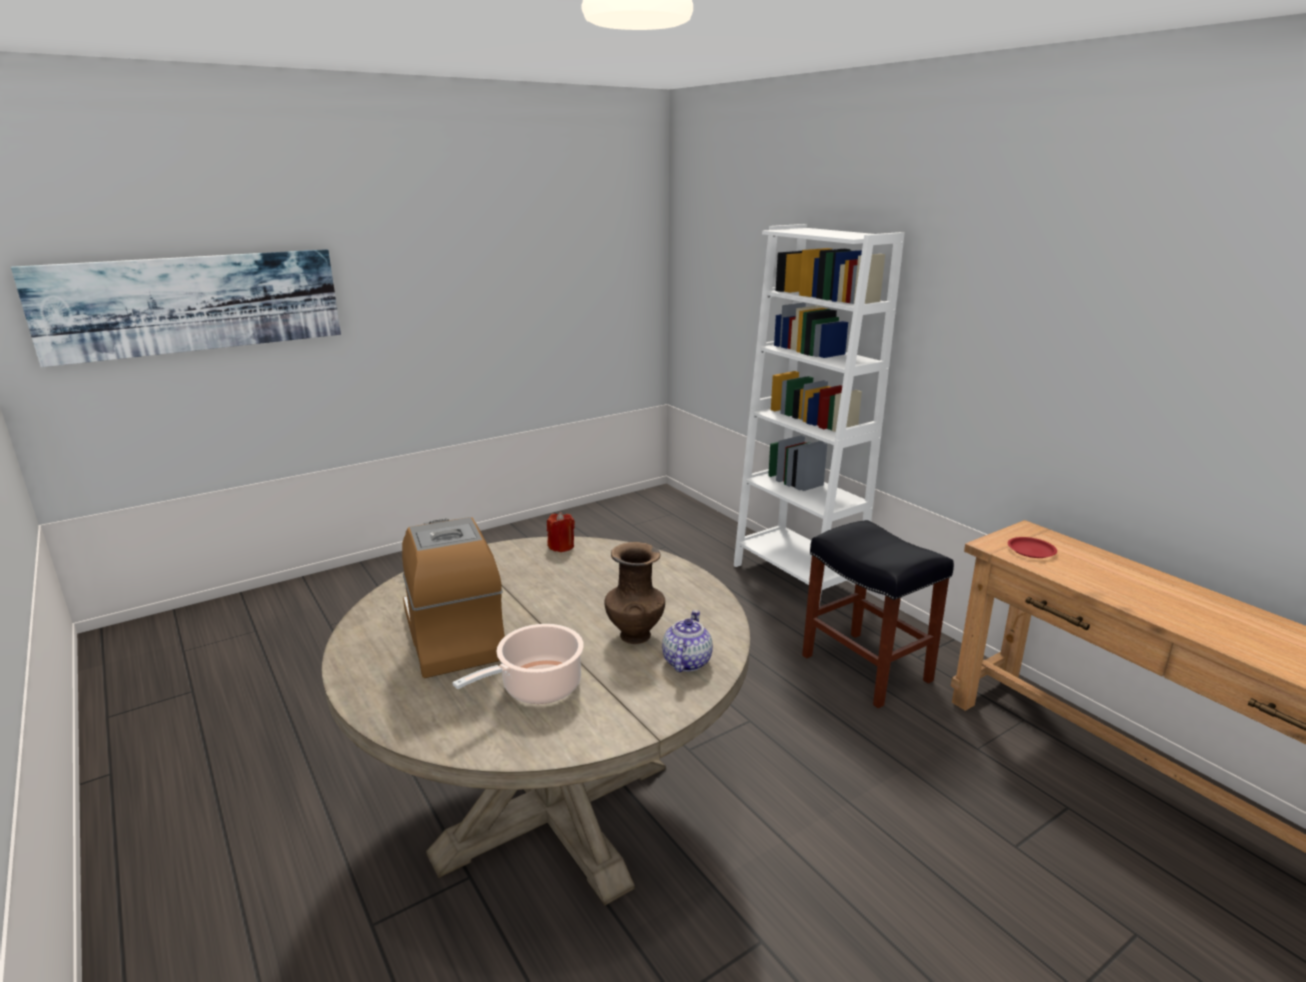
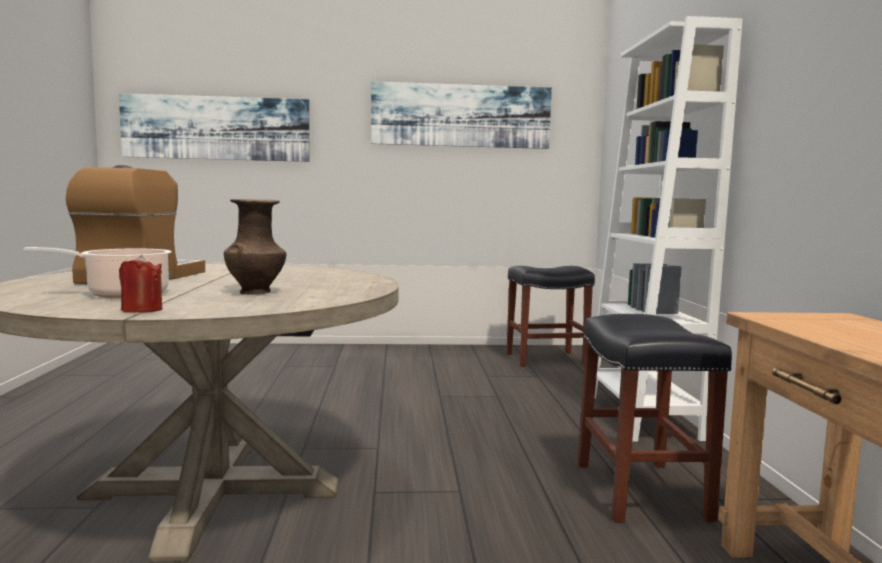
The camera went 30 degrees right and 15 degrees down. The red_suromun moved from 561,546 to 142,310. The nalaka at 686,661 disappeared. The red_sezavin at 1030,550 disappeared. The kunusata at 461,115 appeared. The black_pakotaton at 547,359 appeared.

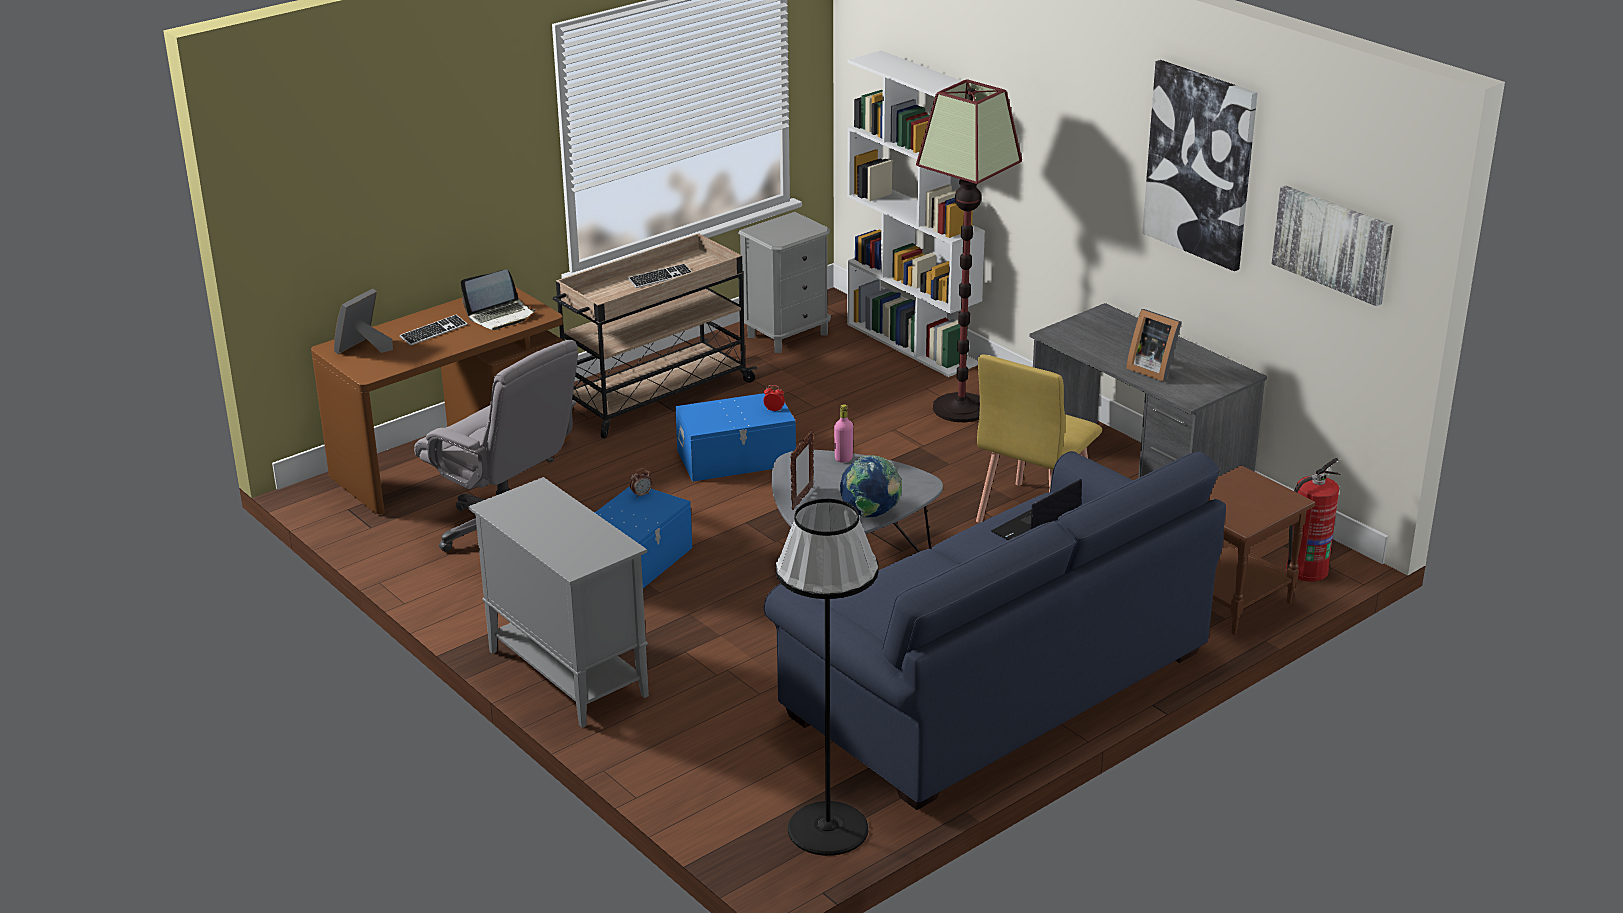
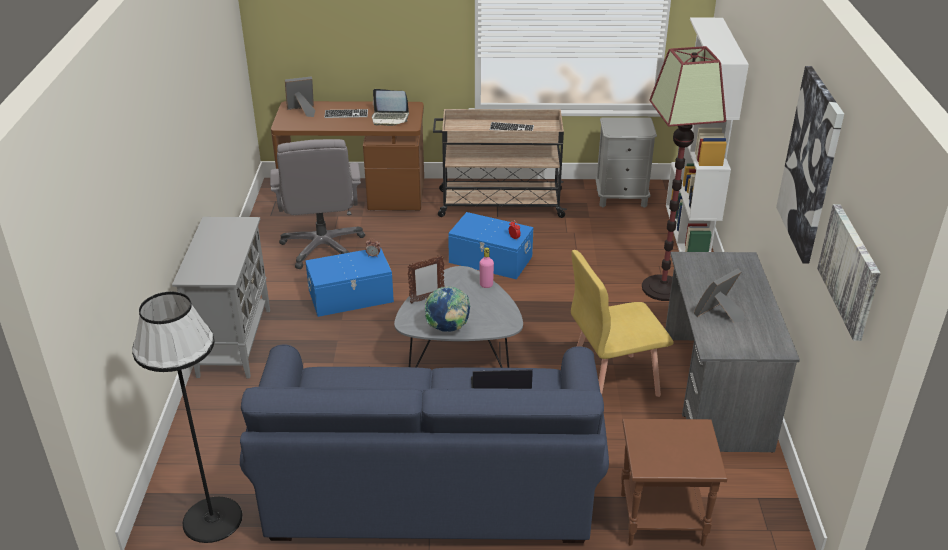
The camera went 40 degrees right and 5 degrees up. The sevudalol at 1153,369 turned 60 degrees clockwise. The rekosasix at 1305,570 disappeared.

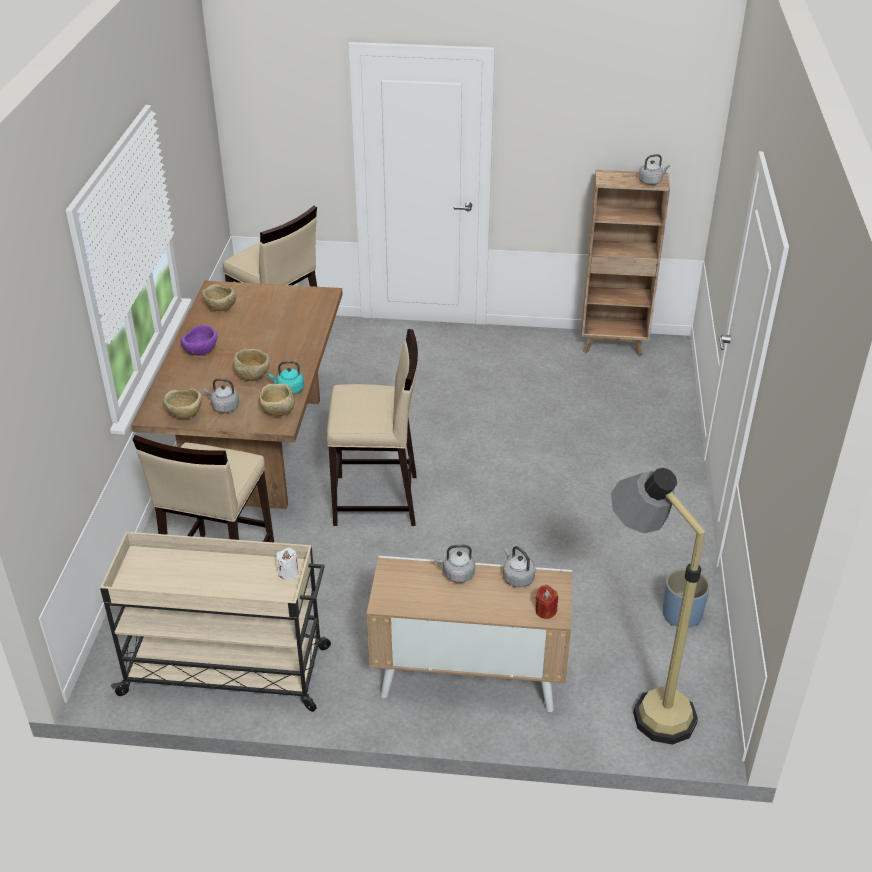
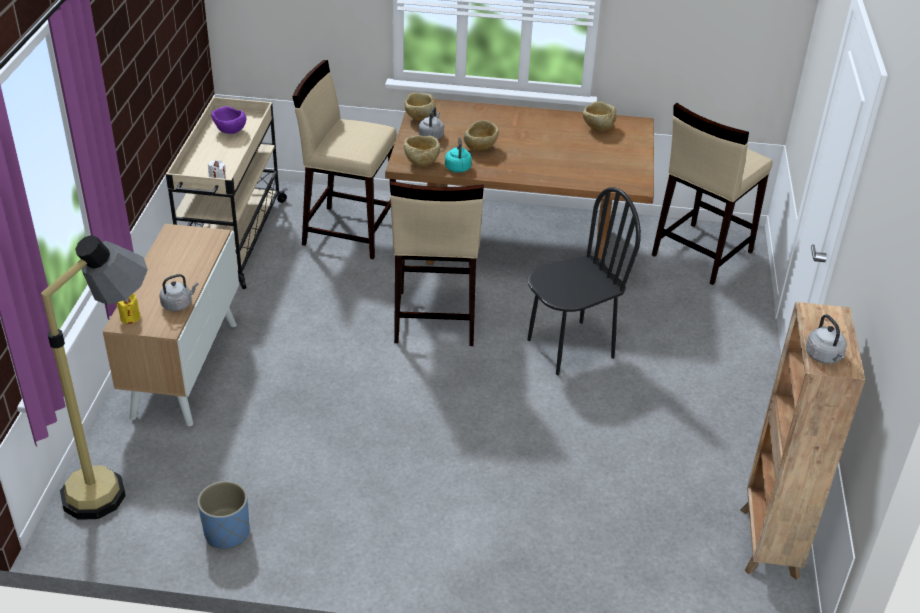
The camera went 90 degrees right and 0 degrees up. The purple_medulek moved from 201,353 to 230,132. The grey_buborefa at 456,574 disappeared. The red_suromun at 545,611 became the yellow_suromun at 130,318. The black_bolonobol at 570,348 appeared.

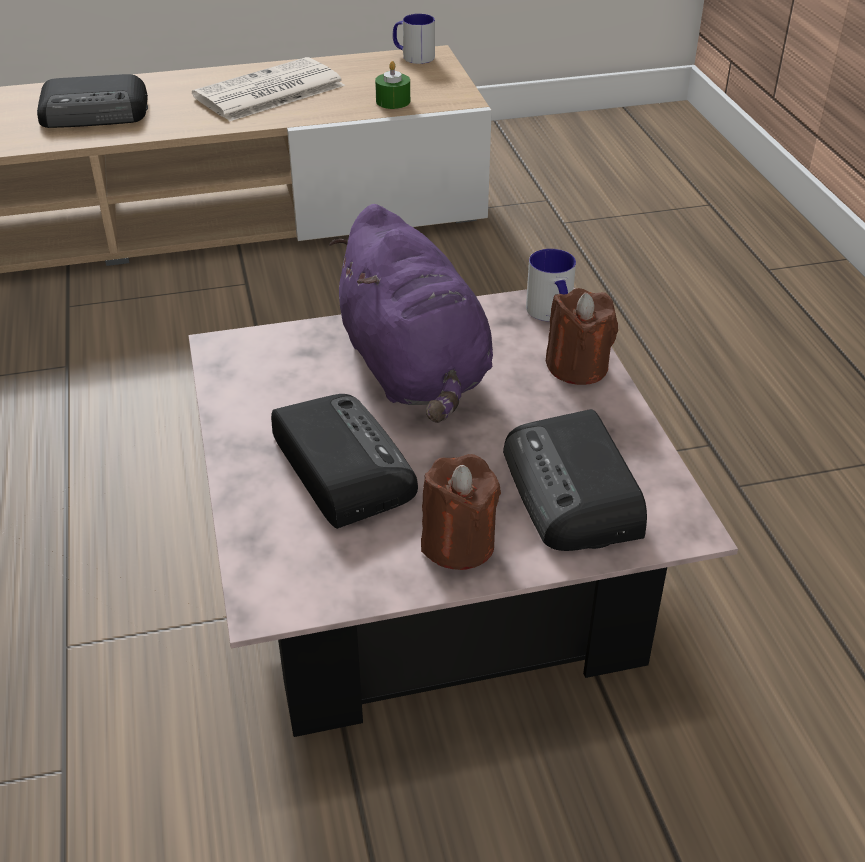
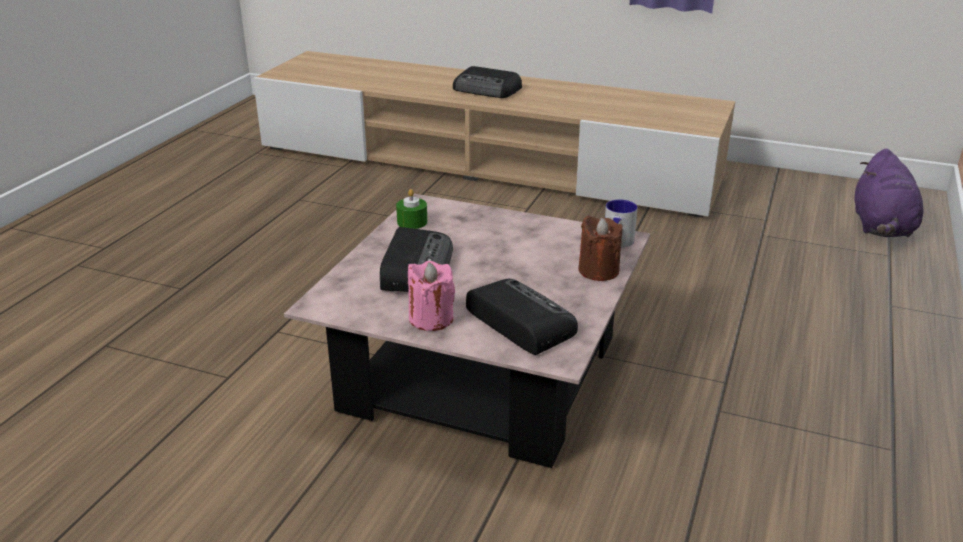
The camera went 35 degrees right and 10 degrees down. The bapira at 268,92 disappeared. The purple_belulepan moved from 415,371 to 881,227. The green_suromun moved from 393,101 to 412,222. The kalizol at 413,56 disappeared. The brown_suromun at 458,544 became the pink_suromun at 431,319. The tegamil at 574,493 turned 120 degrees clockwise.

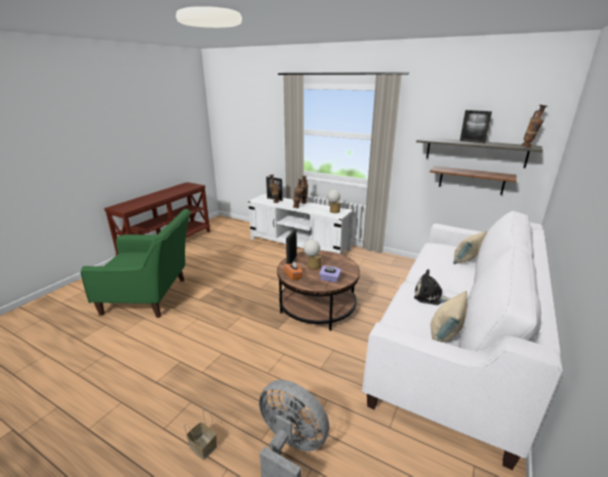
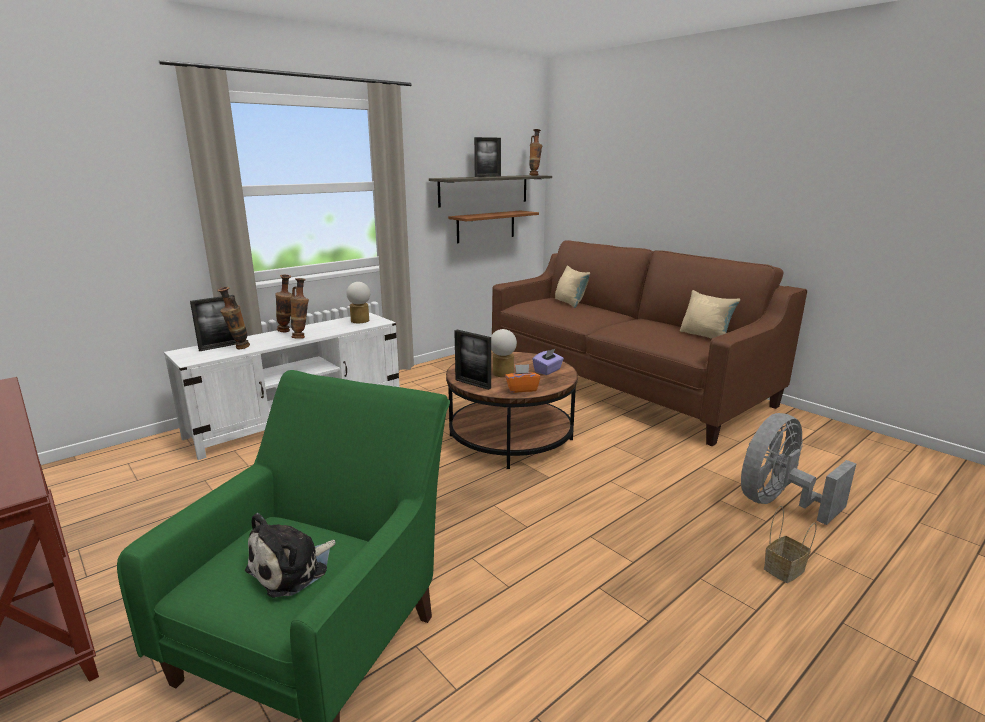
The camera went 70 degrees left and 5 degrees down. The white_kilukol at 454,343 became the brown_kilukol at 624,383. The belulepan moved from 430,297 to 292,569.

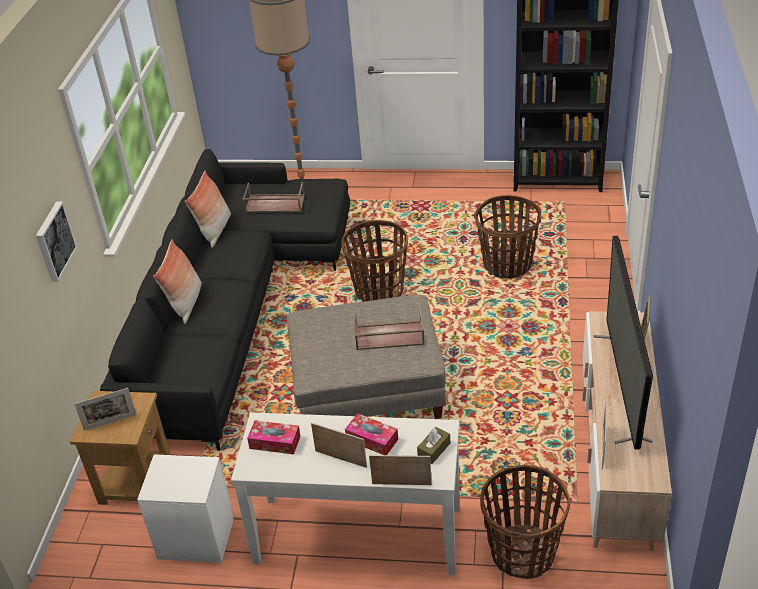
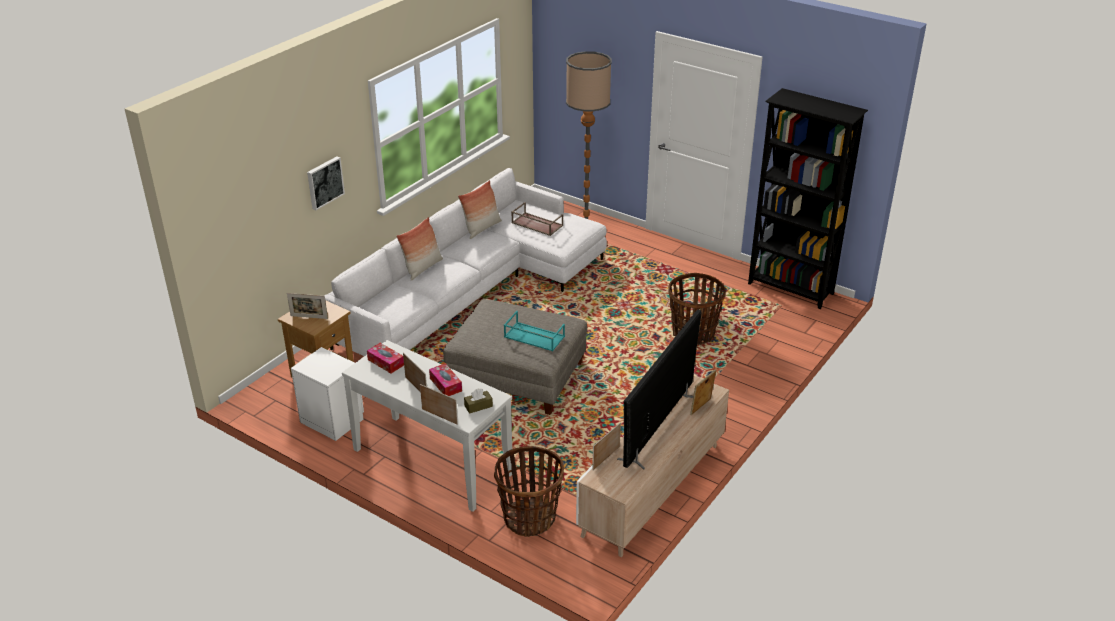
The camera went 25 degrees right and 5 degrees down. The black_kilukol at 235,306 became the white_kilukol at 473,290. The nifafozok at 378,290 disappeared. The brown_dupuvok at 388,336 became the turquoise_dupuvok at 533,337.

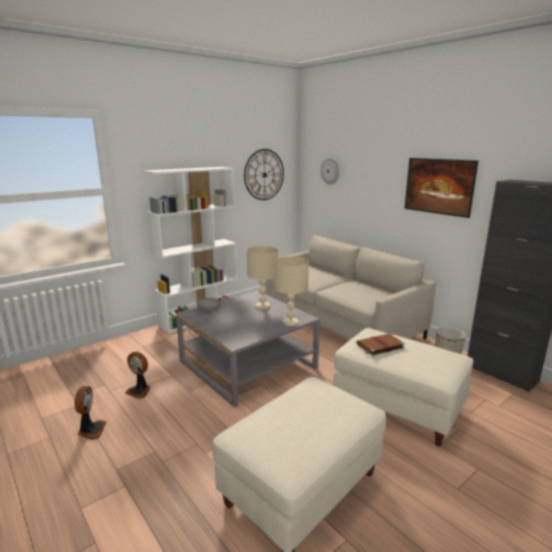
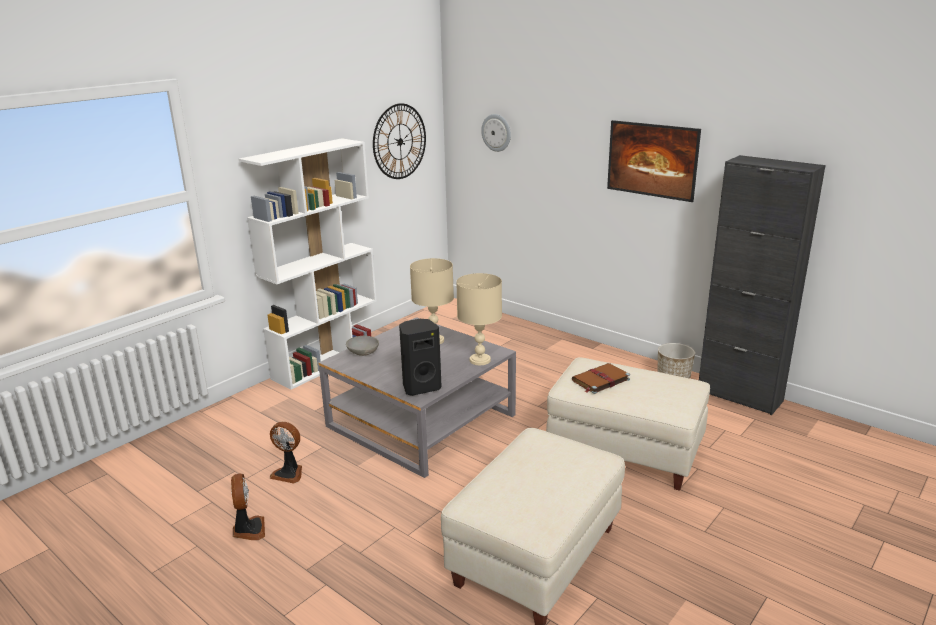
The camera went 10 degrees left and 5 degrees up. The beige_kilukol at 340,324 disappeared. The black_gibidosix at 420,387 appeared.

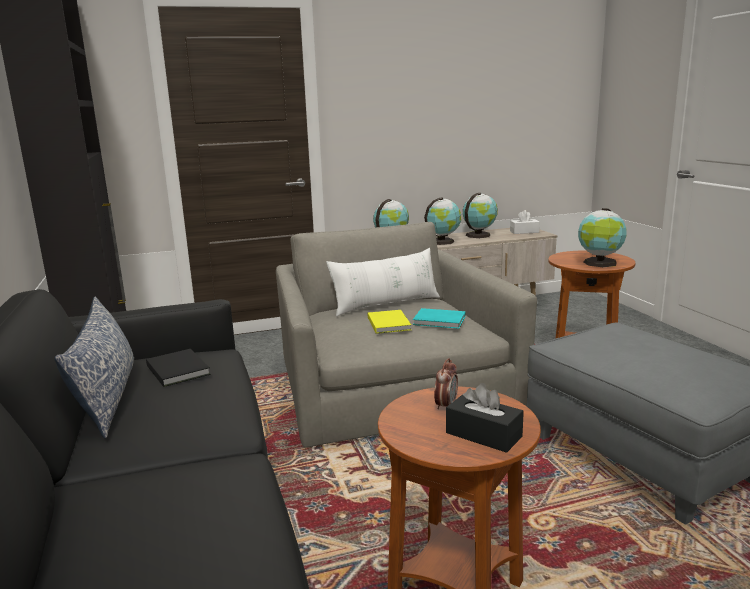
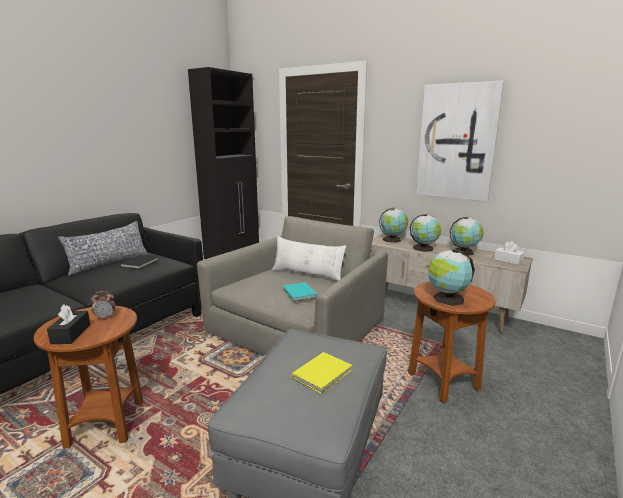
The camera went 50 degrees right and 0 degrees up. The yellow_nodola moved from 389,323 to 324,374. The kunusata at 457,142 appeared.

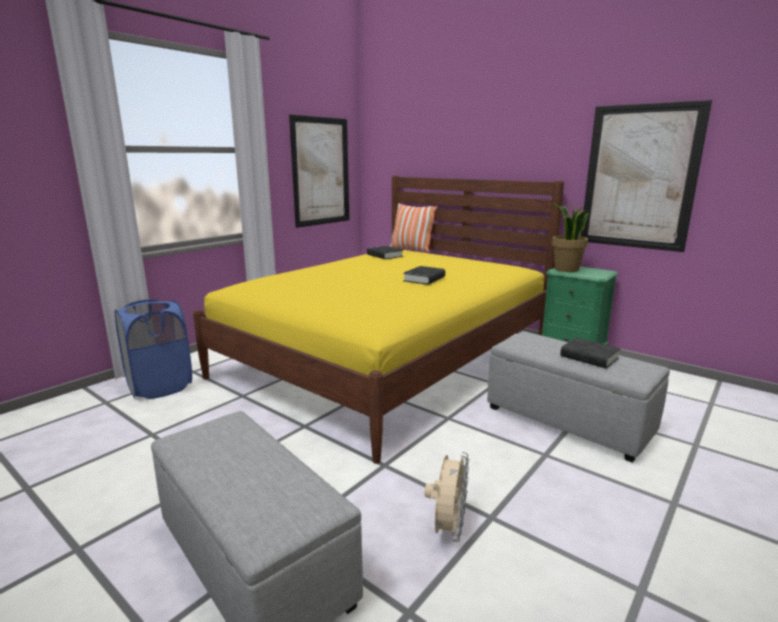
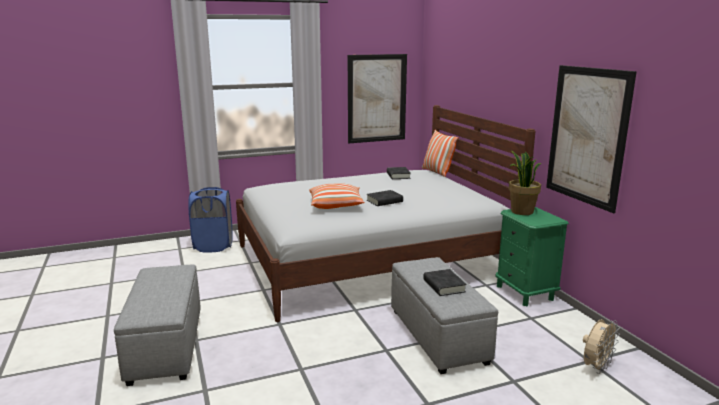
The camera went 30 degrees right and 0 degrees up. The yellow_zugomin at 389,359 became the white_zugomin at 370,260. The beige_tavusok moved from 448,529 to 596,367. The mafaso at 336,205 appeared.

